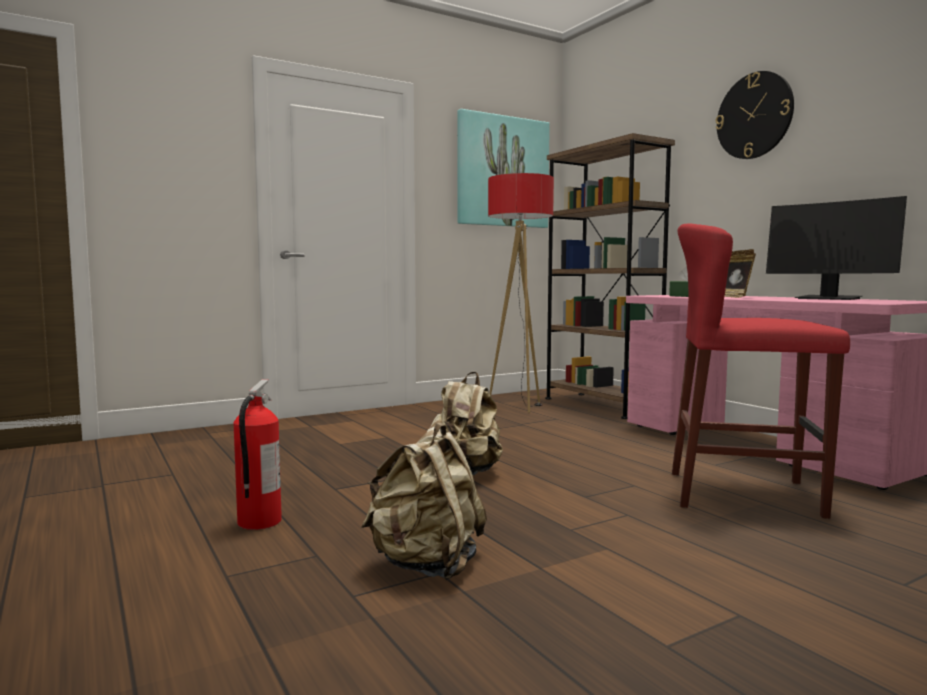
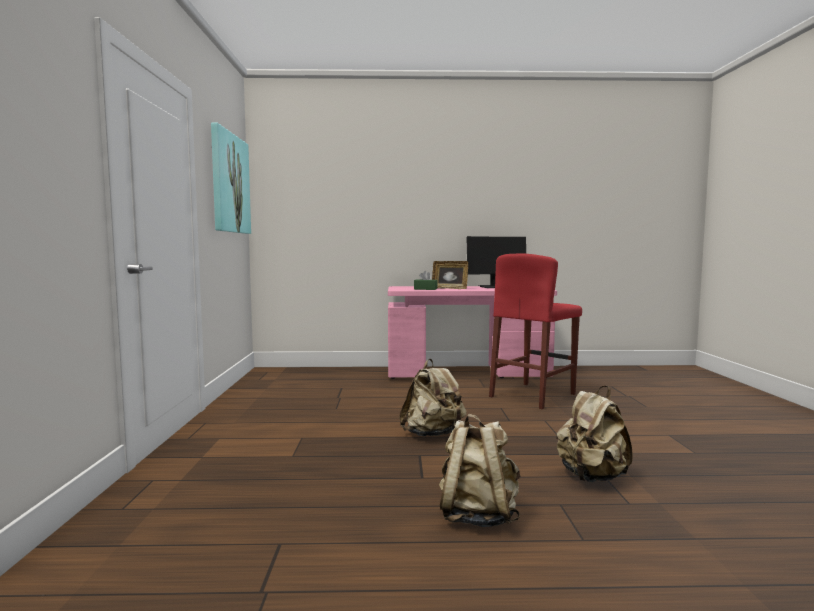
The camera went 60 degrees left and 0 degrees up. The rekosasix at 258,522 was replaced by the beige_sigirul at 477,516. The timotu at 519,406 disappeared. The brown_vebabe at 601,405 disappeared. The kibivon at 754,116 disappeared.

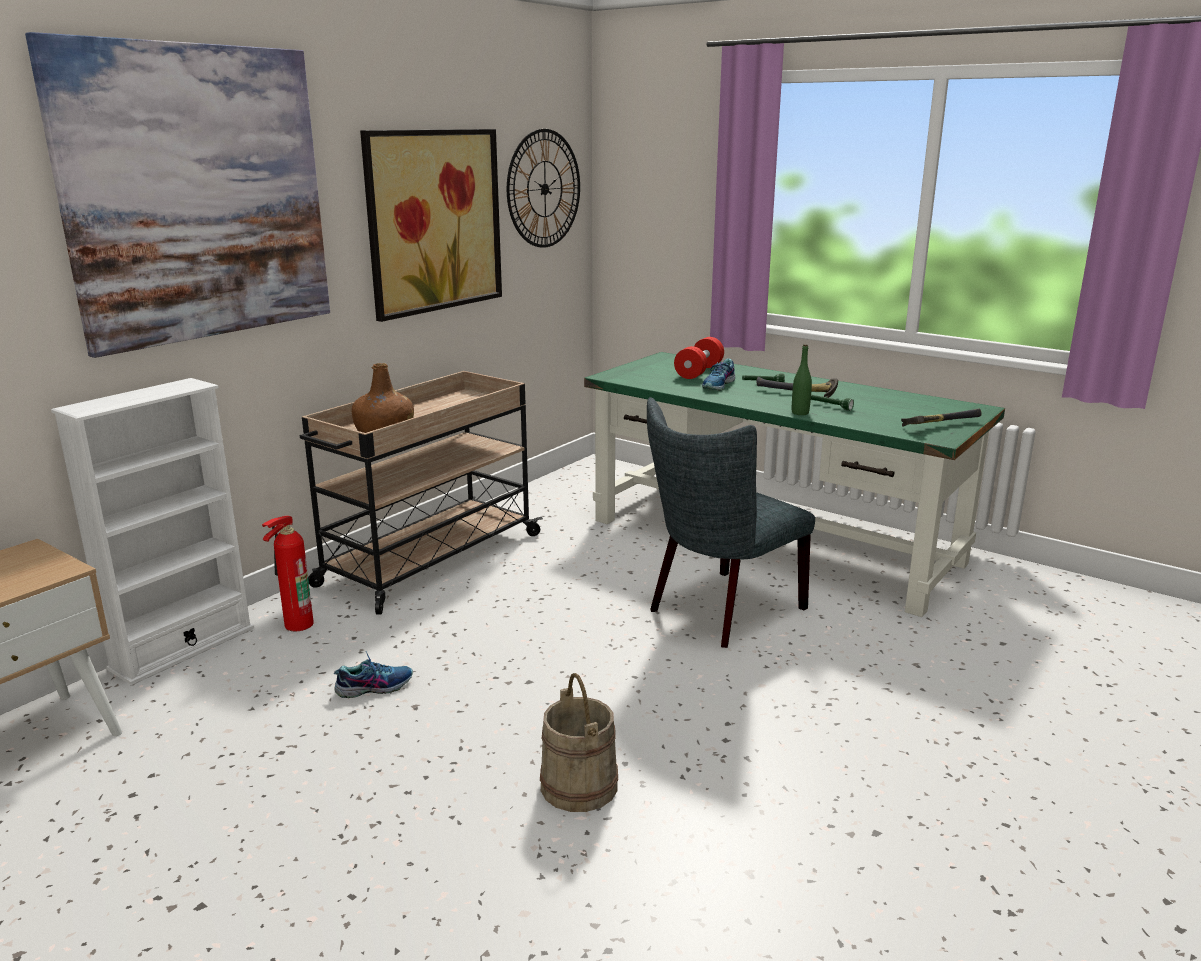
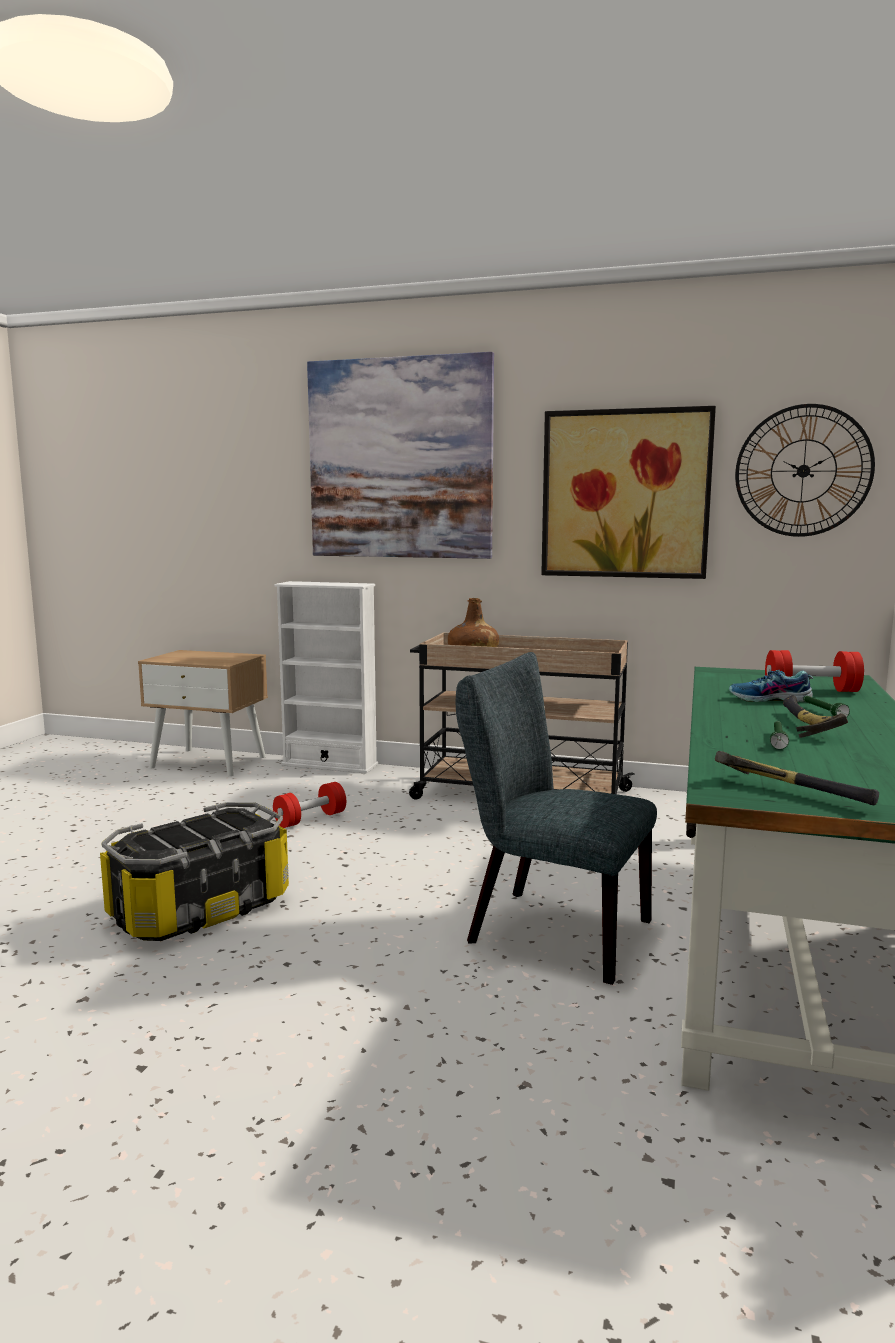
The camera went 70 degrees right and 10 degrees down. The rekosasix at 295,625 disappeared. The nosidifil at 374,687 was replaced by the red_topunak at 310,819. The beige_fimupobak at 578,785 was replaced by the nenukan at 200,908. The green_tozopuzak at 800,413 disappeared.

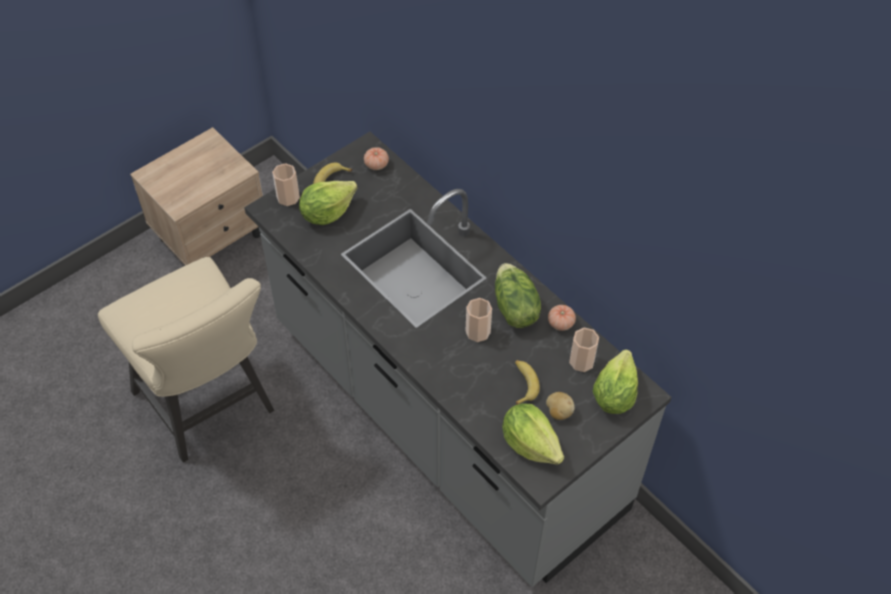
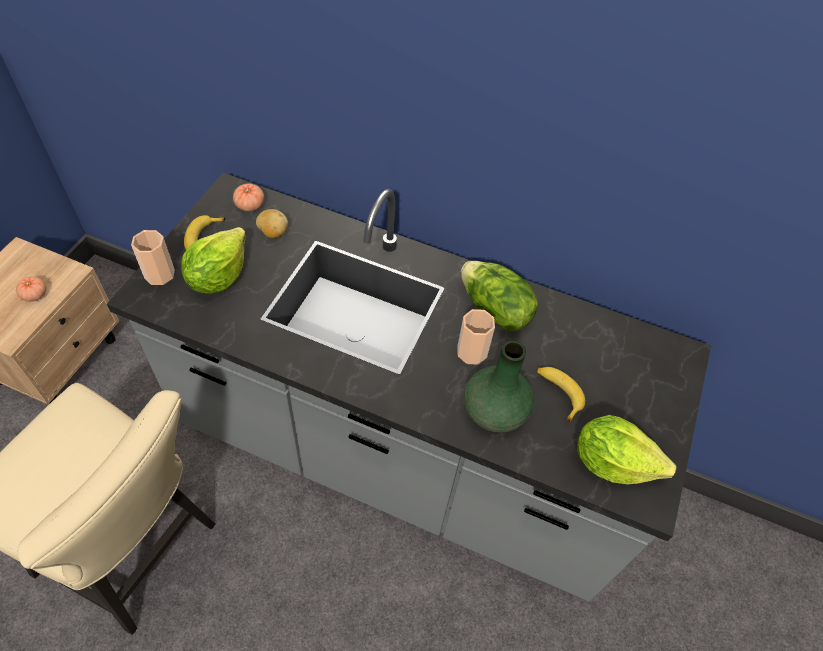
The camera went 30 degrees left and 0 degrees up. The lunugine moved from 558,412 to 273,233. The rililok moved from 560,323 to 34,295. The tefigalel at 581,361 disappeared. The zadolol at 614,395 disappeared. The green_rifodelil at 494,411 appeared.

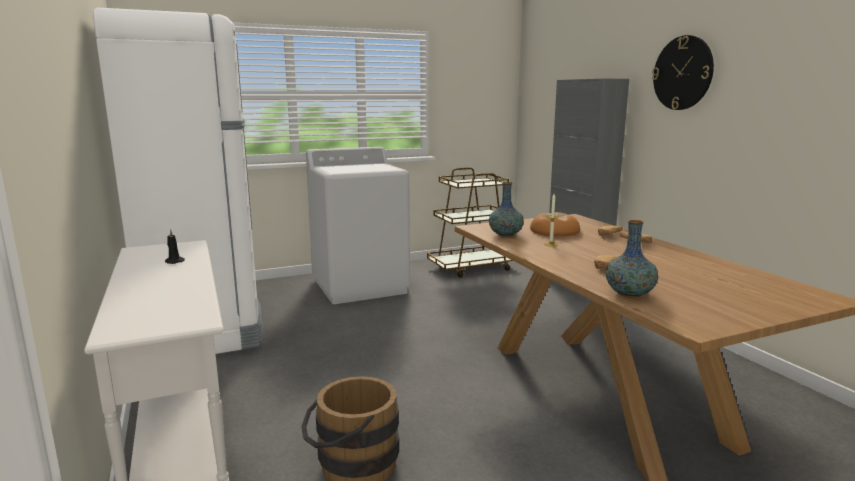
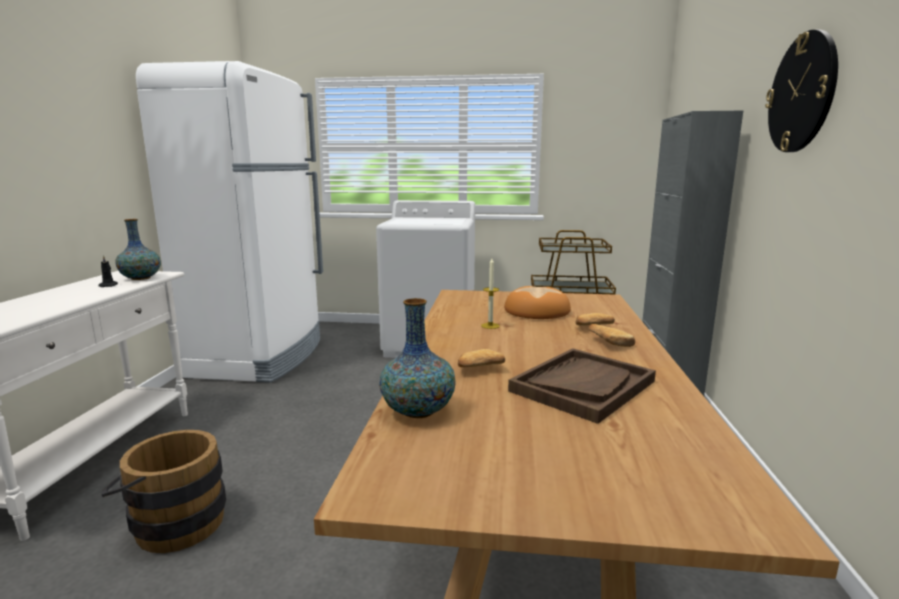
The camera went 30 degrees right and 0 degrees up. The rifodelil moved from 505,235 to 141,278. The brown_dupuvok at 582,386 appeared.

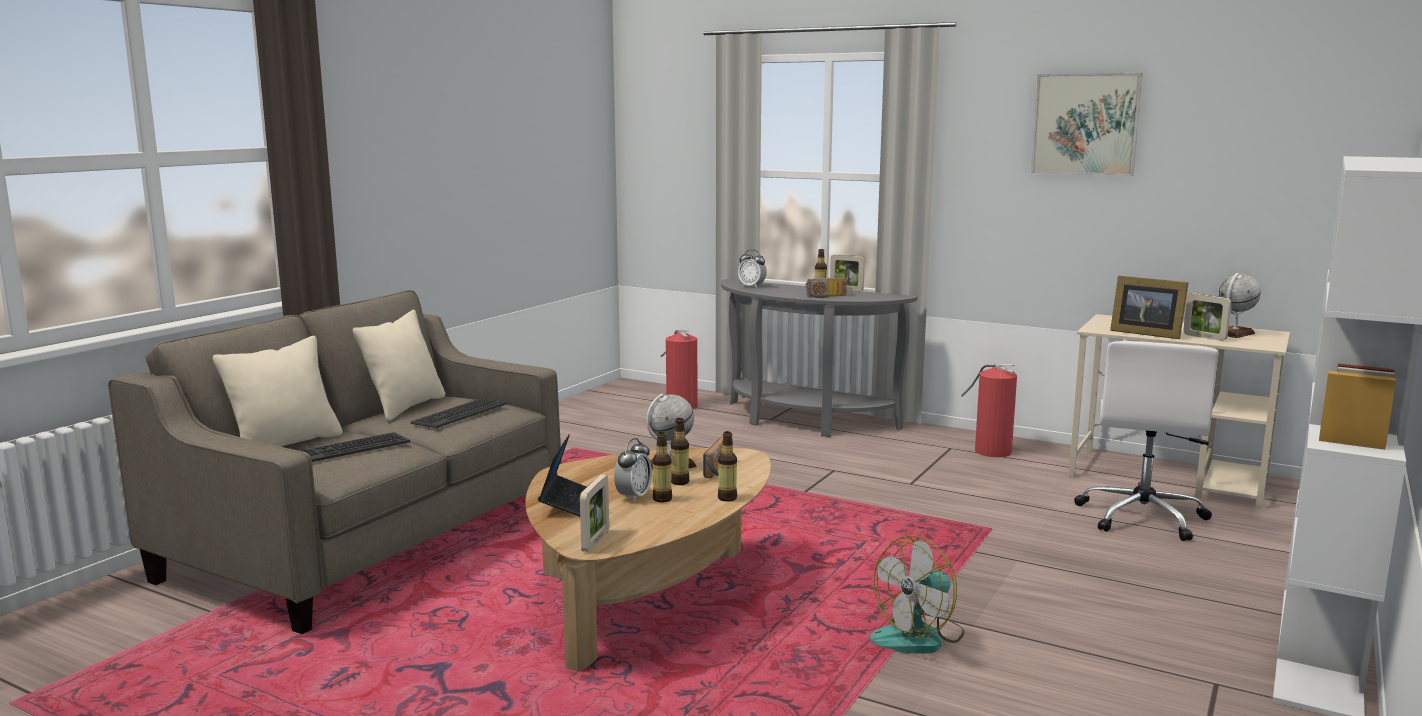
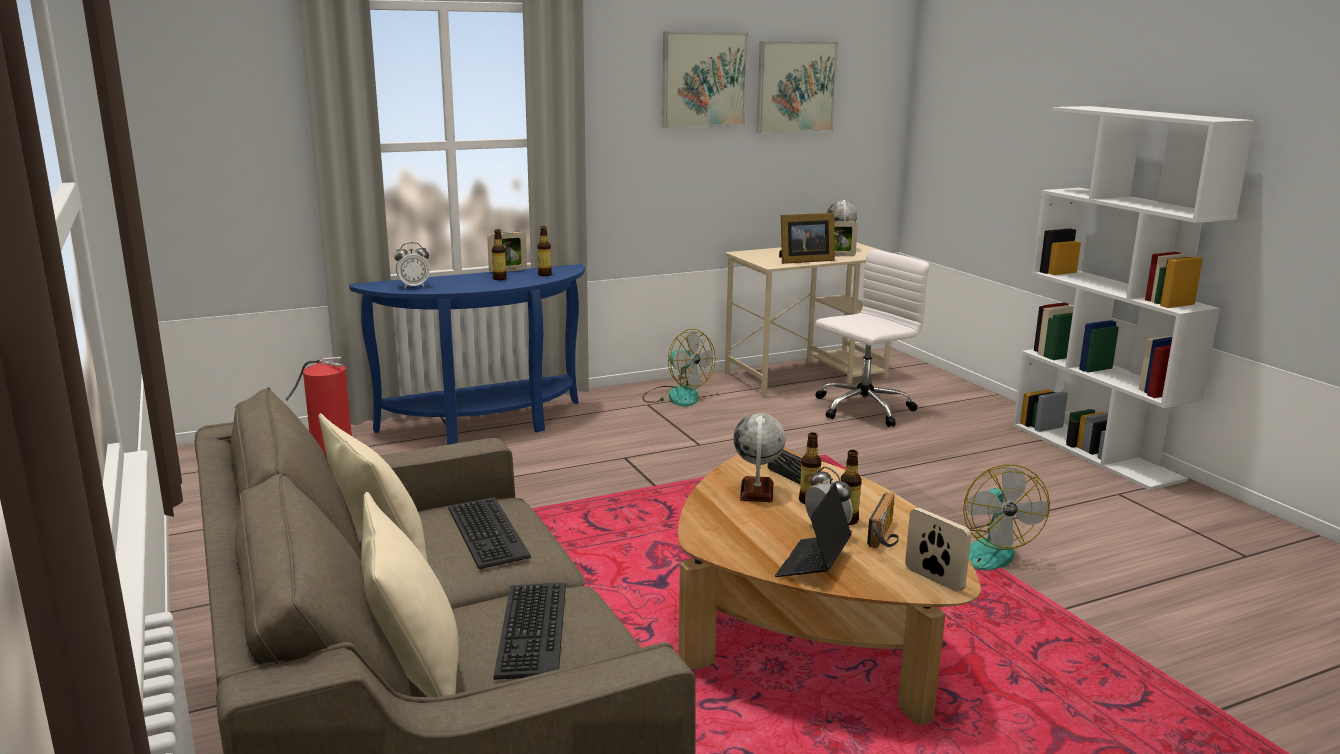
The camera went 55 degrees left and 5 degrees up. The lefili at 568,504 turned 105 degrees counterclockwise. The tozopuzak moved from 727,498 to 544,274. The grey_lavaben at 802,421 became the blue_lavaben at 486,425. The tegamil moved from 826,297 to 886,535. The rekosasix at 991,451 was replaced by the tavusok at 676,396. The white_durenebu at 1142,517 turned 90 degrees counterclockwise. The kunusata at 796,87 appeared.

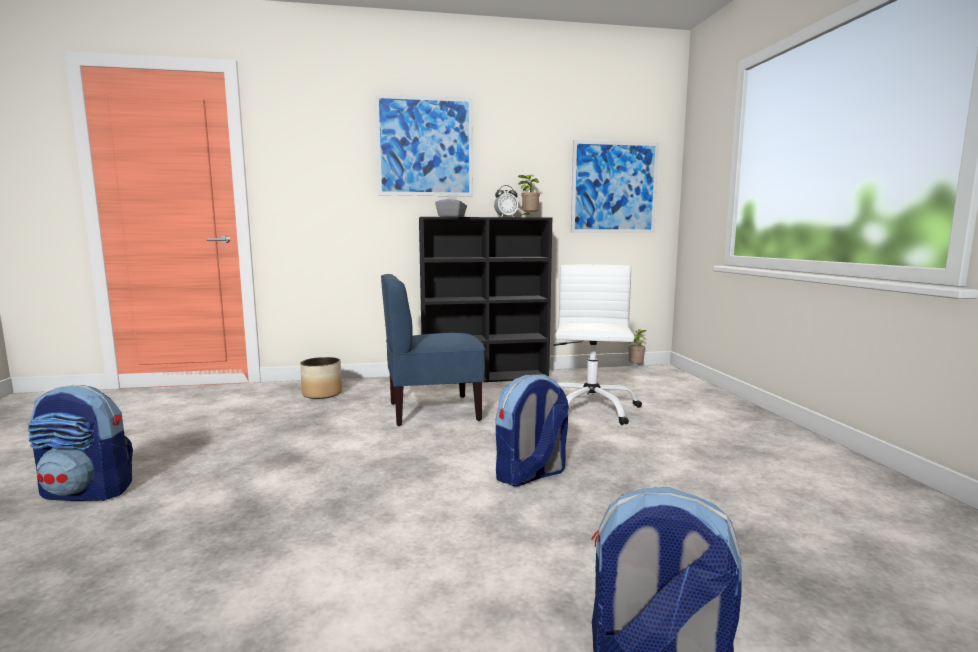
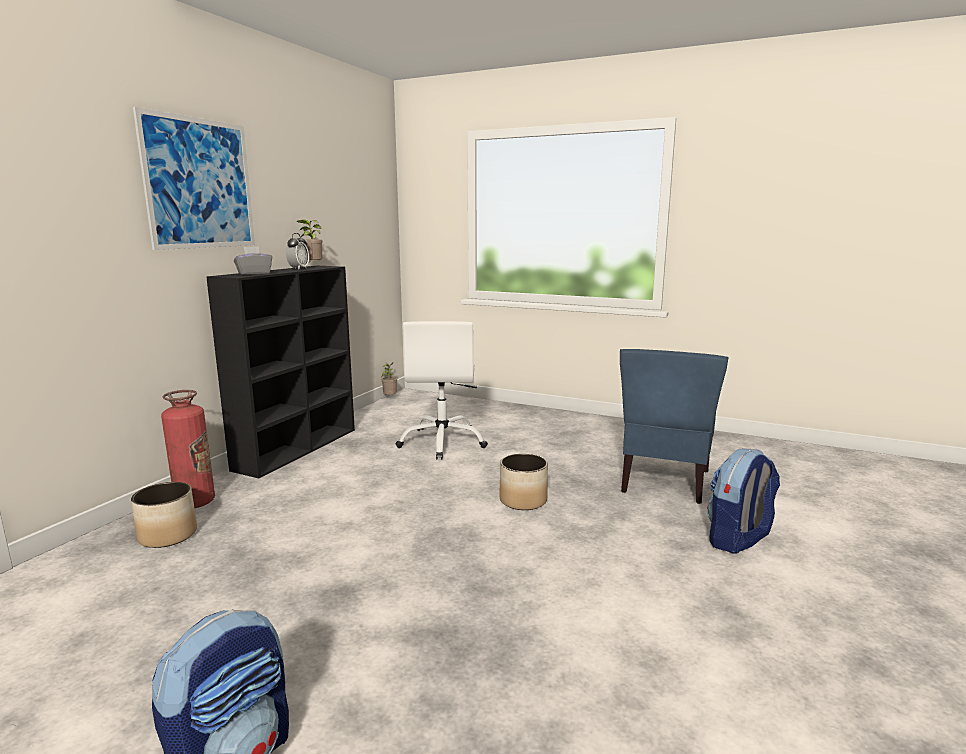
The camera went 55 degrees left and 5 degrees up. The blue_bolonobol moved from 433,411 to 663,481. The sigirul at 530,475 was replaced by the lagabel at 523,501. The white_durenebu at 590,408 turned 135 degrees counterclockwise. The kunusata at 614,187 disappeared. The rekosasix at 195,502 appeared.

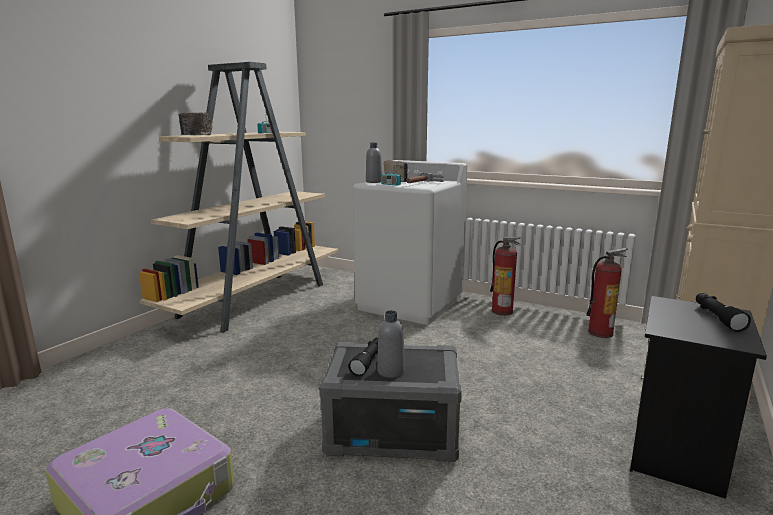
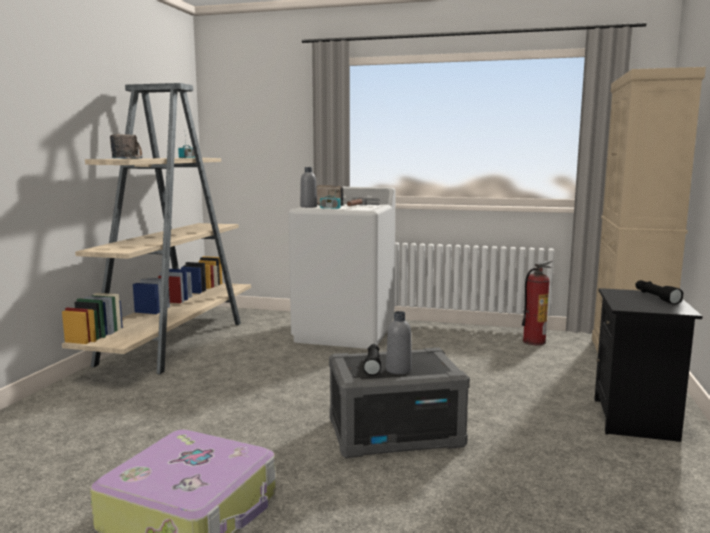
The camera went 15 degrees left and 5 degrees down. The rekosasix at 502,311 disappeared.

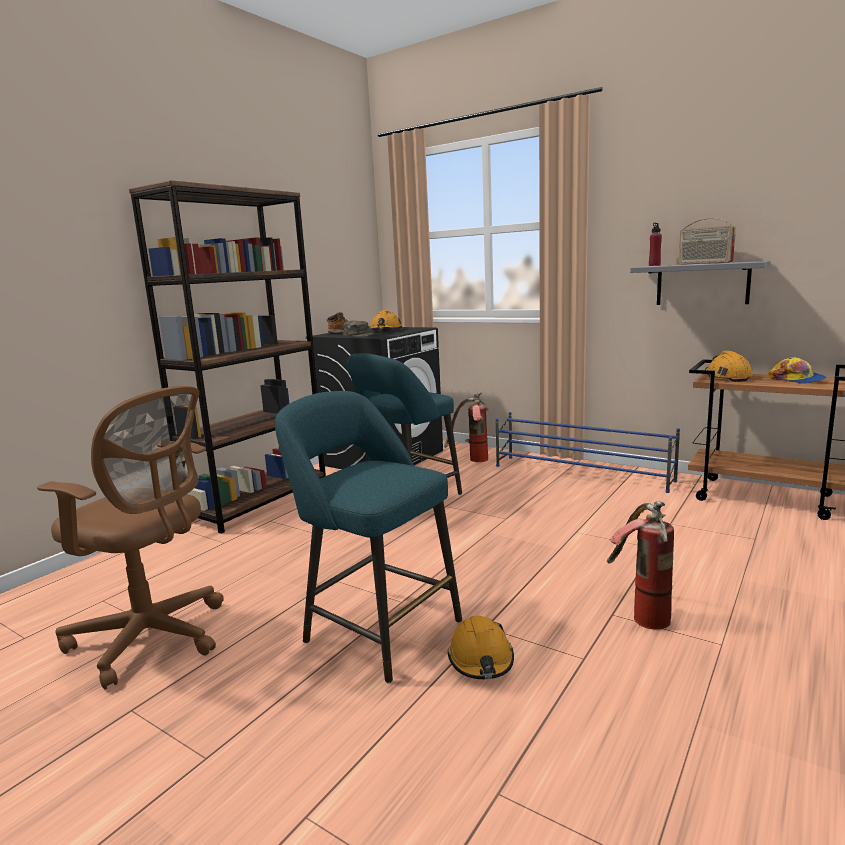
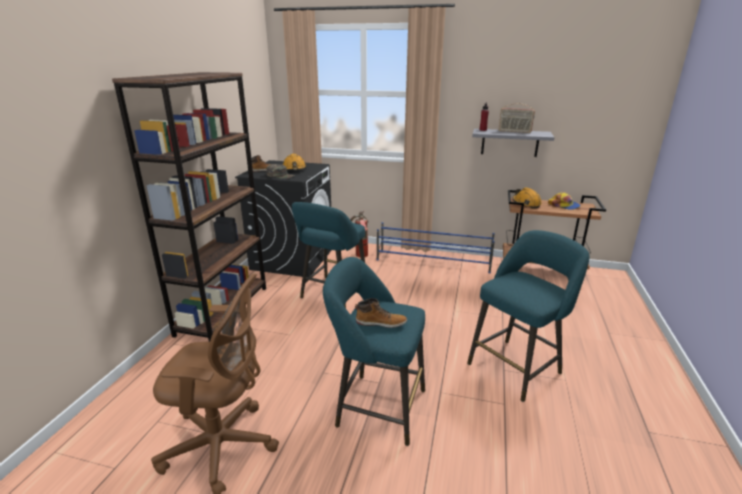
The camera went 20 degrees left and 10 degrees up. The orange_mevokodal at 481,660 disappeared. The rekosasix at 639,613 was replaced by the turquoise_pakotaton at 517,367. The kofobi at 381,322 appeared.

